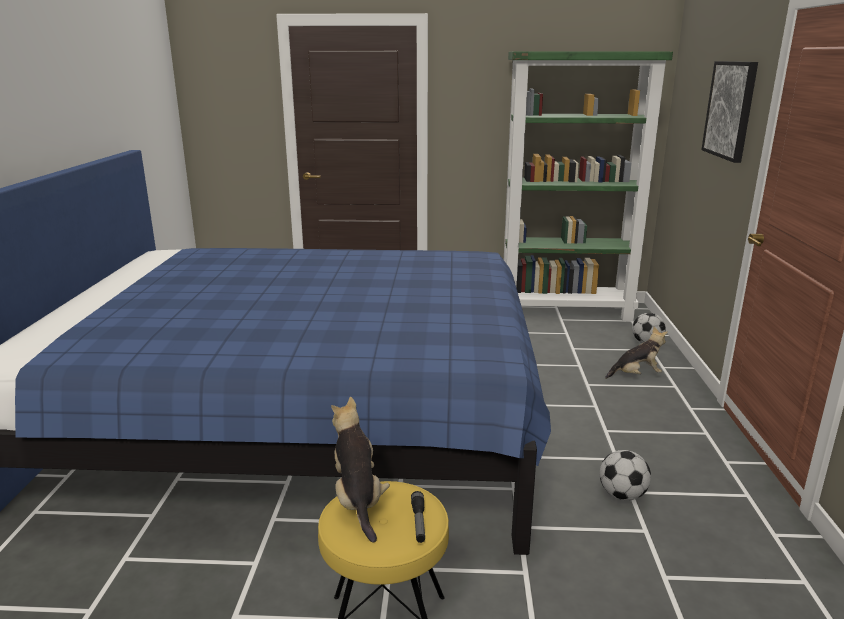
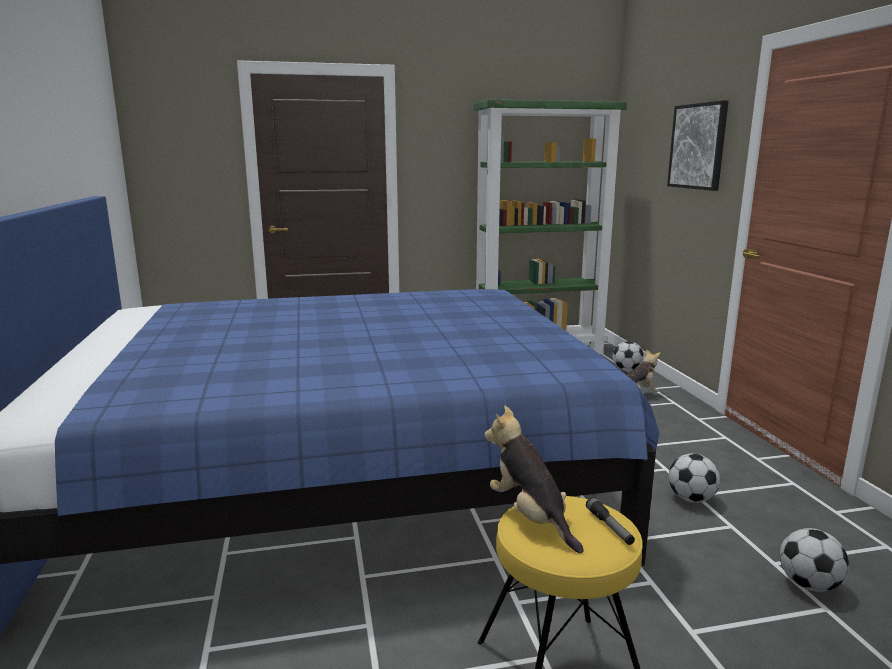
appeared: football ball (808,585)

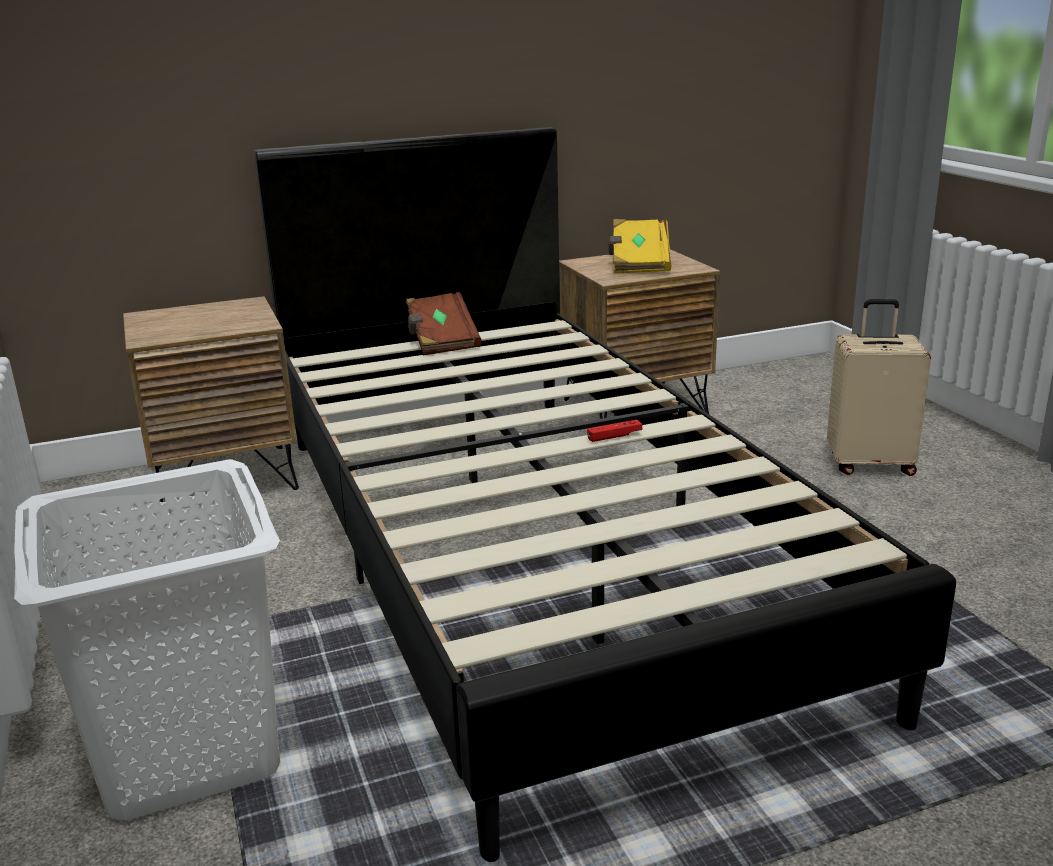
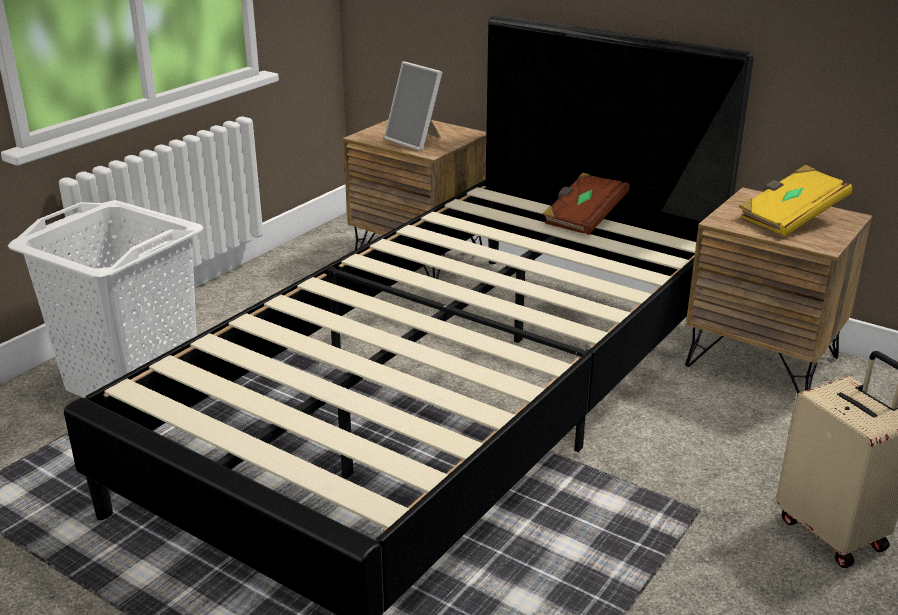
missing: red-coloured joypad (614,436)
appeared: photo frame (416,141)

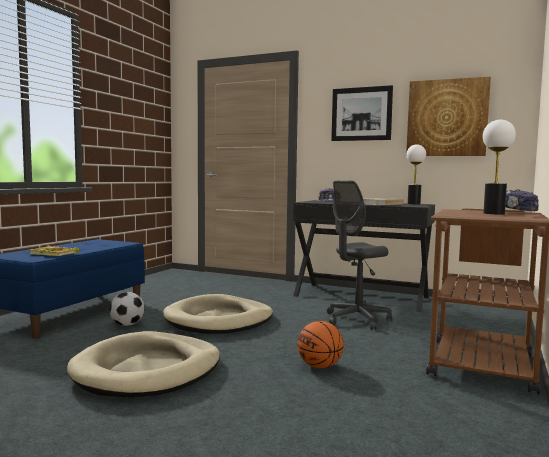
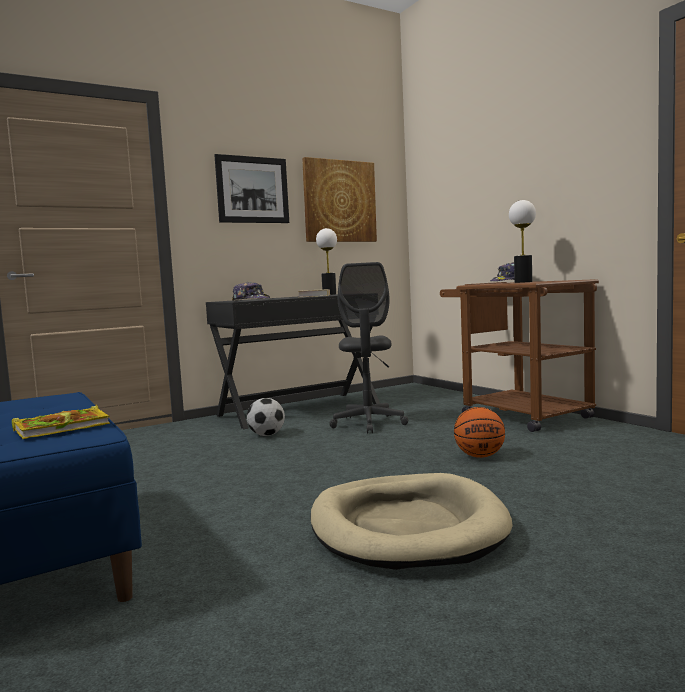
missing: sand-coloured pet bed (219,320)
relocated: football ball (127,324) to (267,435)

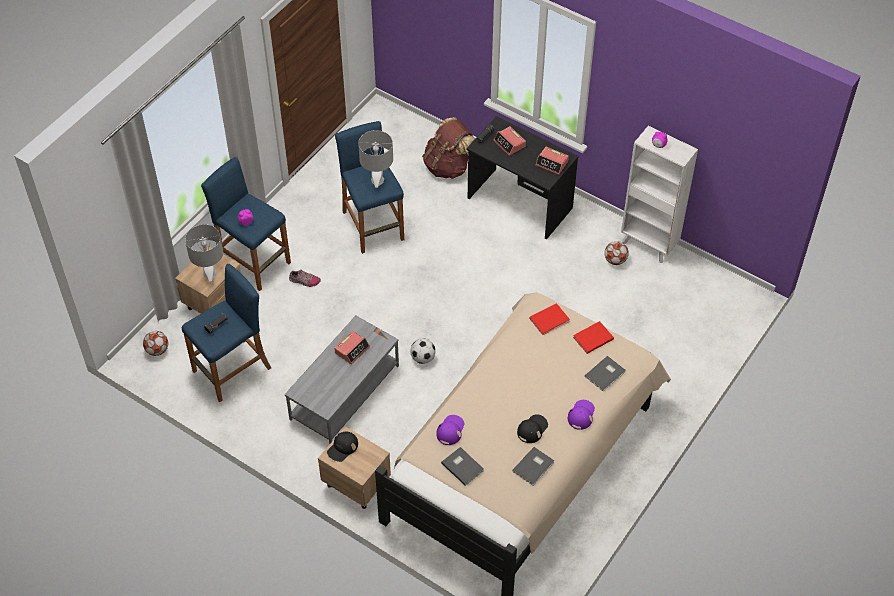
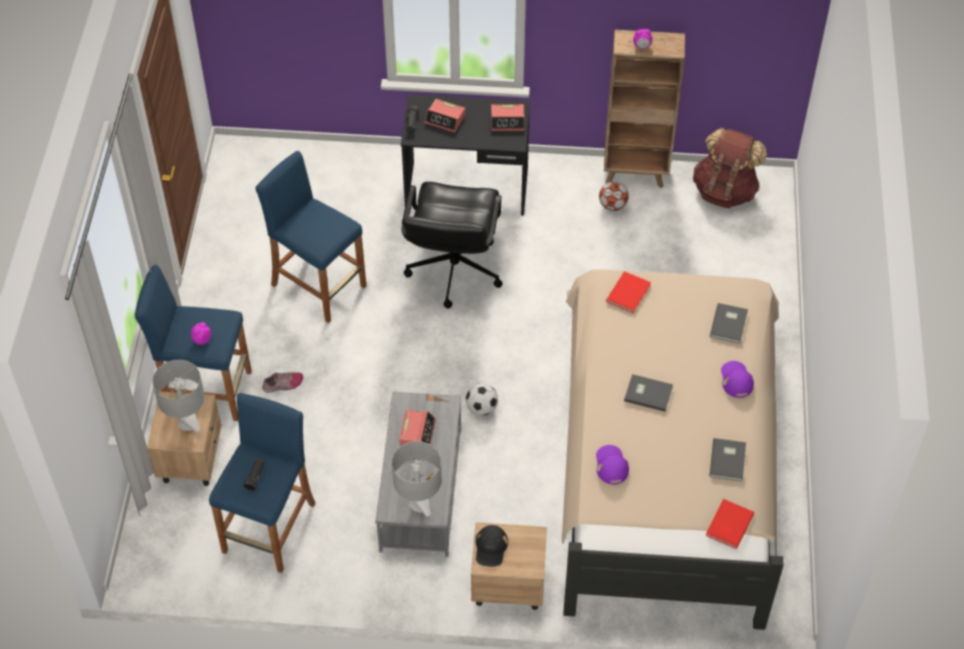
missing: football ball (157,350); blackish baseball cap (532,429)
appeared: blackish computer chair (453,270)
relocated: grey table lamp (377,180) to (418,504); brown-coloured rucksack (448,166) to (725,191); grey volume (462,466) to (648,393); red-coloured volume (592,338) to (728,525)
colour: white-coloured bookcase (649,245) to brown-coloured bookcase (636,173)

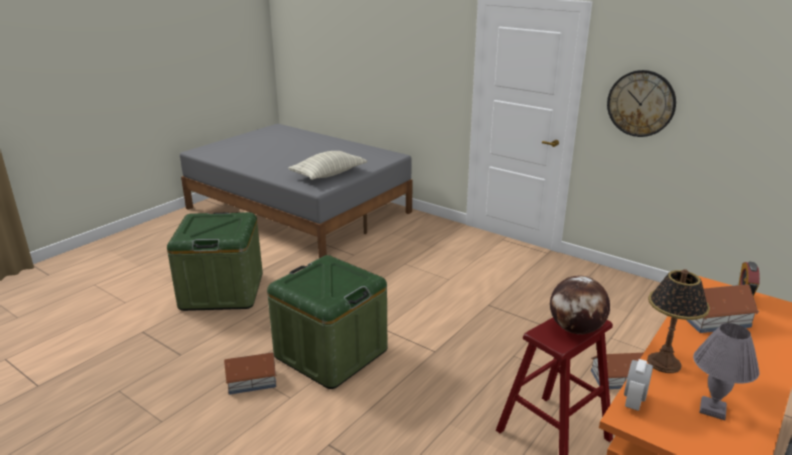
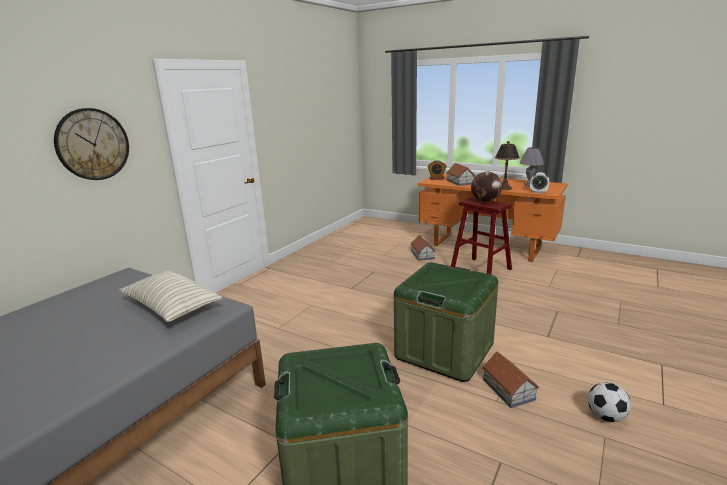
appeared: football ball (605,416)
relocated: clock on the wall (641,103) to (92,144)

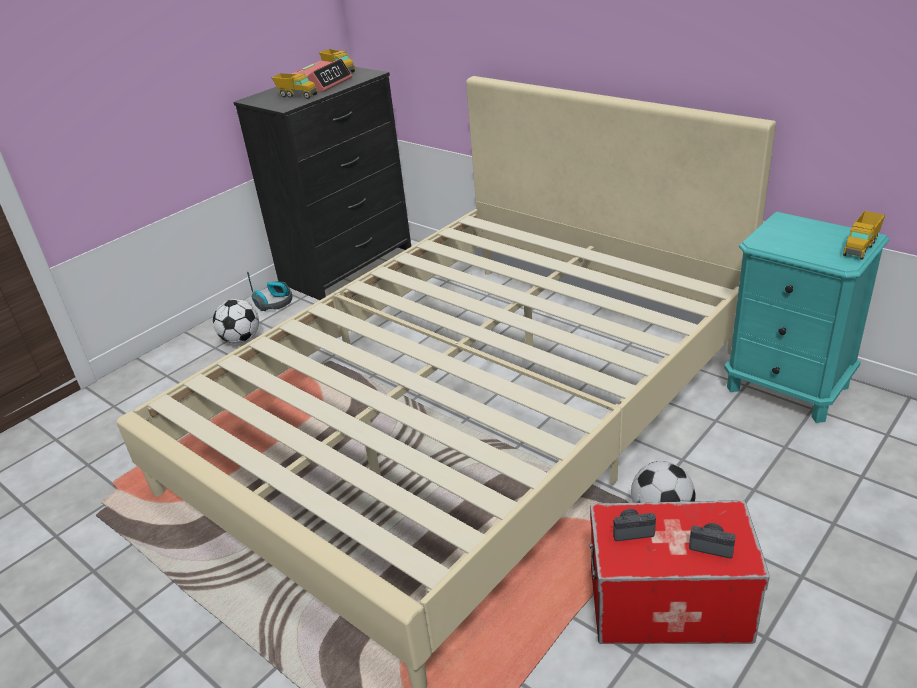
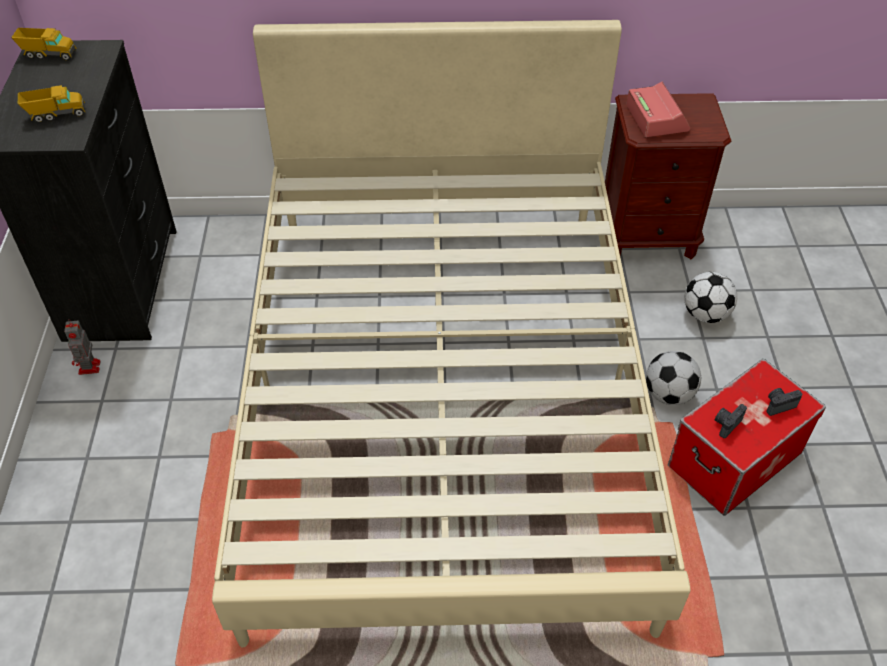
missing: model truck (860,247)
relocated: football ball (241,339) to (705,314); table clock (323,84) to (656,118)
exchanged: headset (275,302) to model robot (89,368)
colour: blue-green night table (787,387) to brown-coloured night table (647,237)

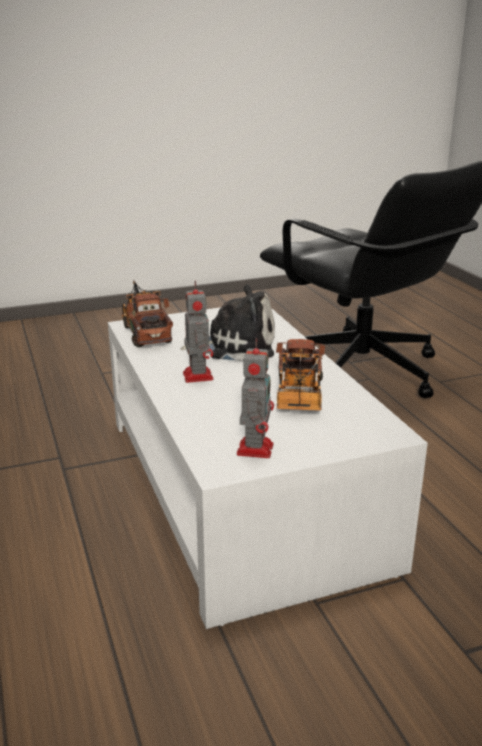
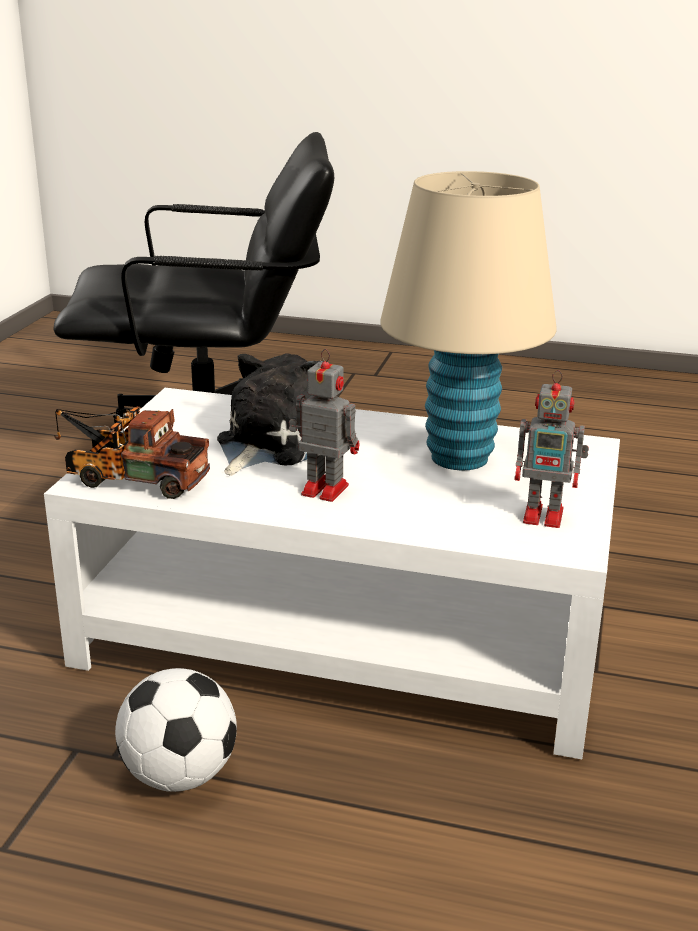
appeared: football ball (179,775)
exchanged: model truck (298,398) to sand-coloured table lamp (459,458)
spun: model robot (255,448) = (546,516) 150 degrees clockwise

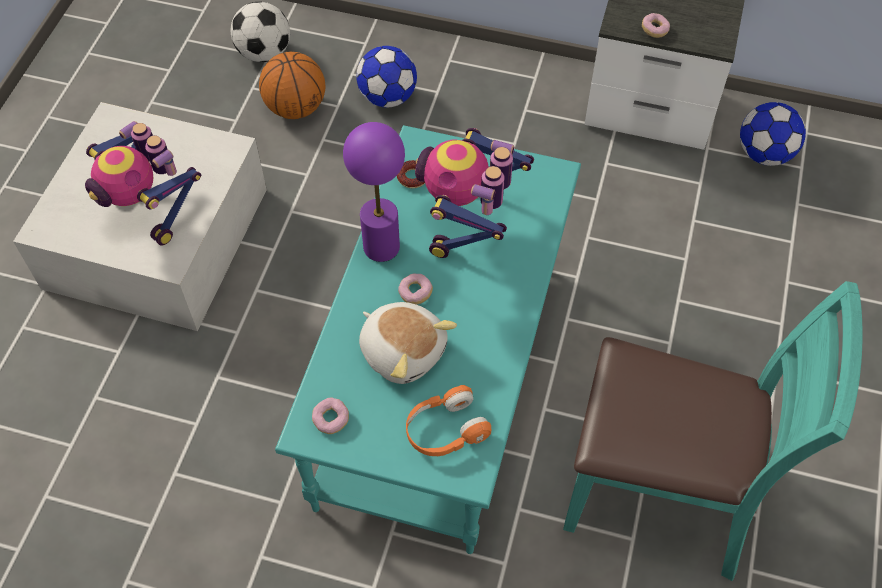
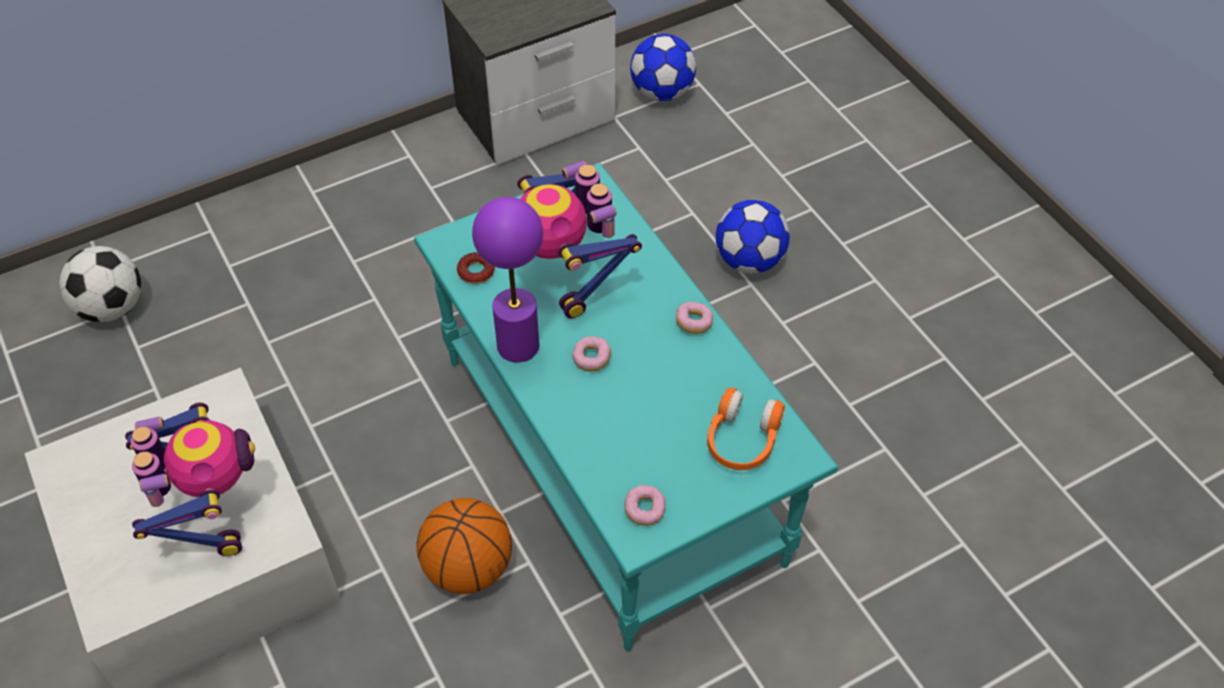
missing: cuddly toy (403,350); blue-green upright chair (662,492)
relocated: basketball ball (296,108) to (468,568); football ball (387,97) to (749,261); donut (654,30) to (694,323)
spun: model robot (149,210) = (208,508) 105 degrees counterclockwise

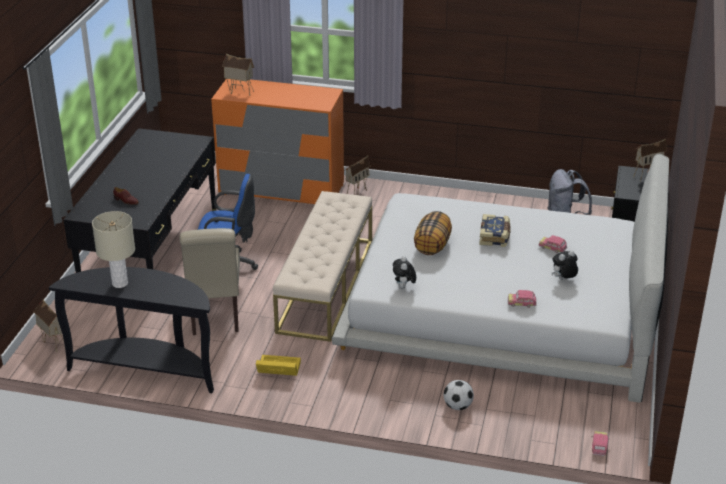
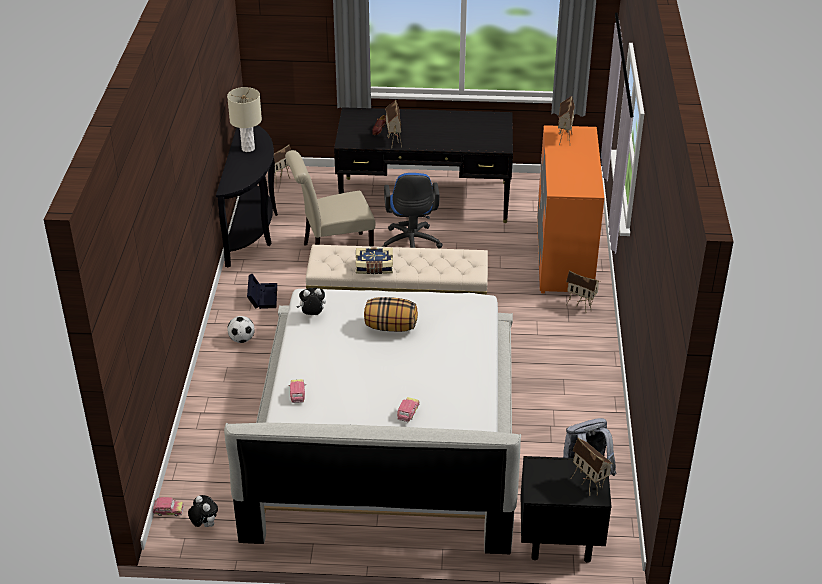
appeared: toy house (393,141)
relocated: football ball (458,406) to (242,339); volume (495,236) to (374,267); cuddly toy (563,280) to (204,524)
colour: yellowish storage container (277,369) to blackish storage container (262,296)

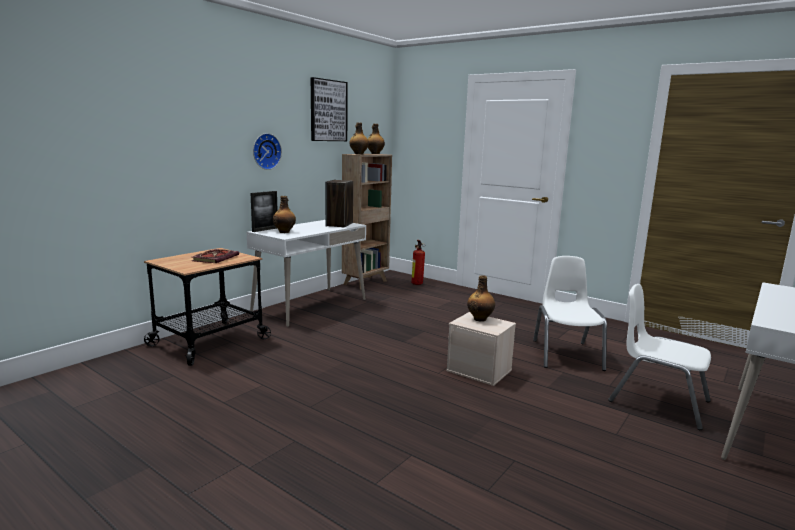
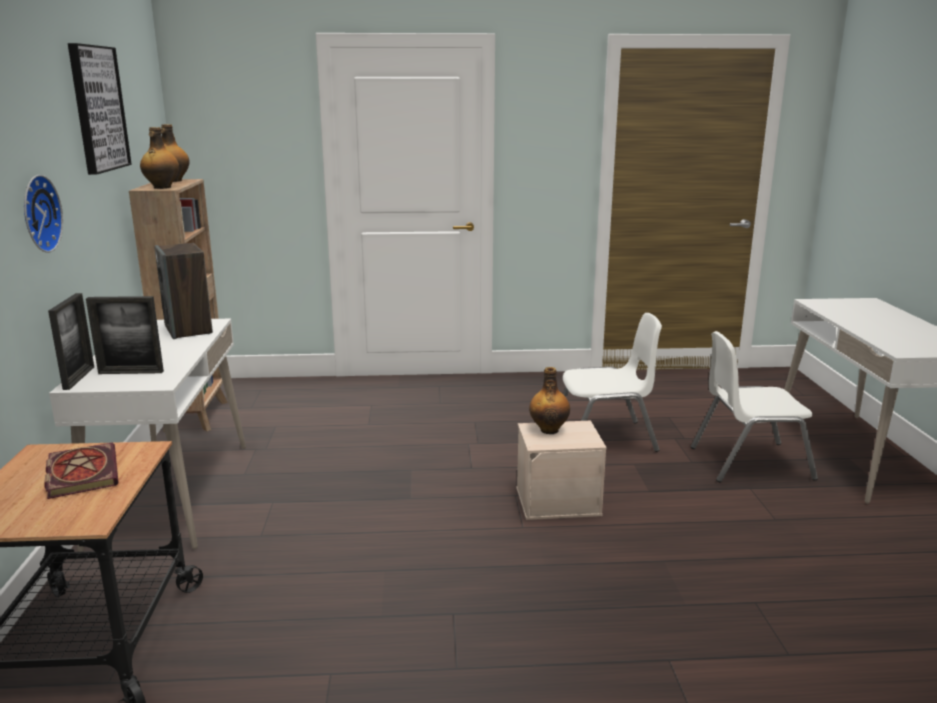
missing: fire extinguisher (416,284)
exchanged: beverage bottle (284,232) to photo frame (131,372)
spun: white-coloured upright chair (566,355) = (604,438) 120 degrees clockwise

